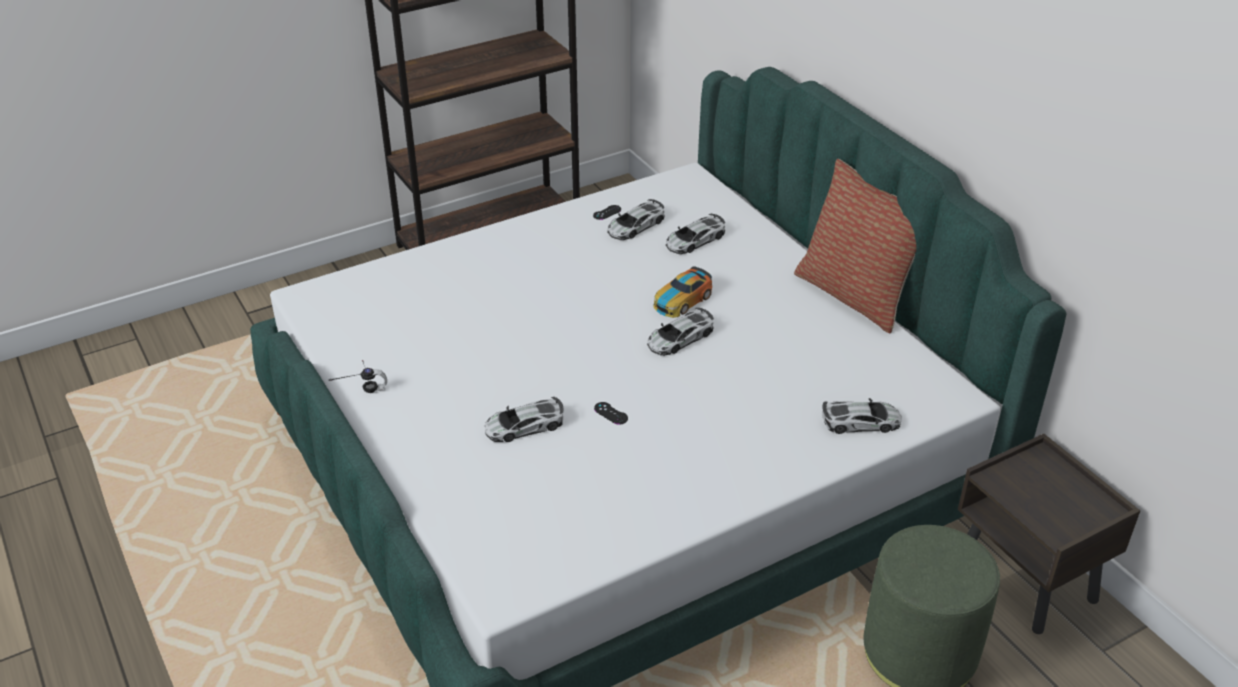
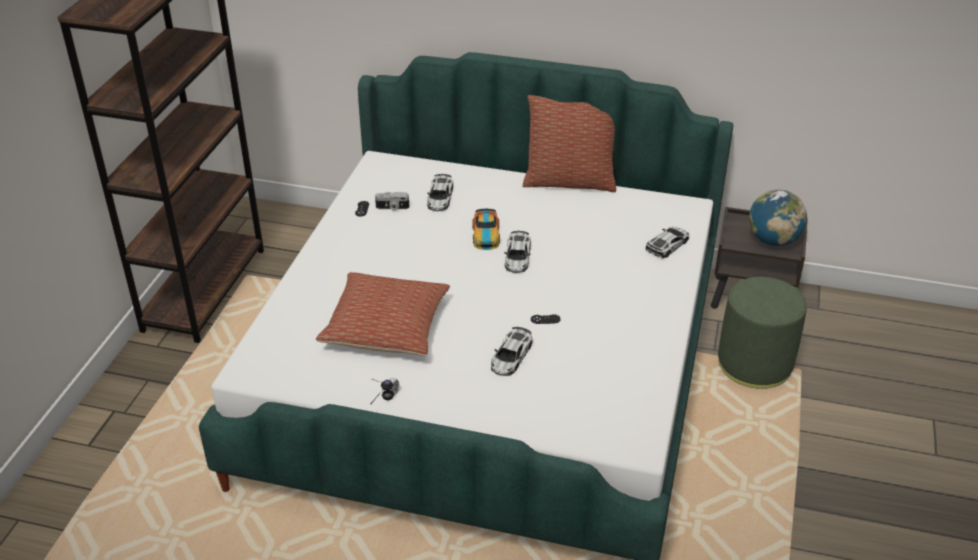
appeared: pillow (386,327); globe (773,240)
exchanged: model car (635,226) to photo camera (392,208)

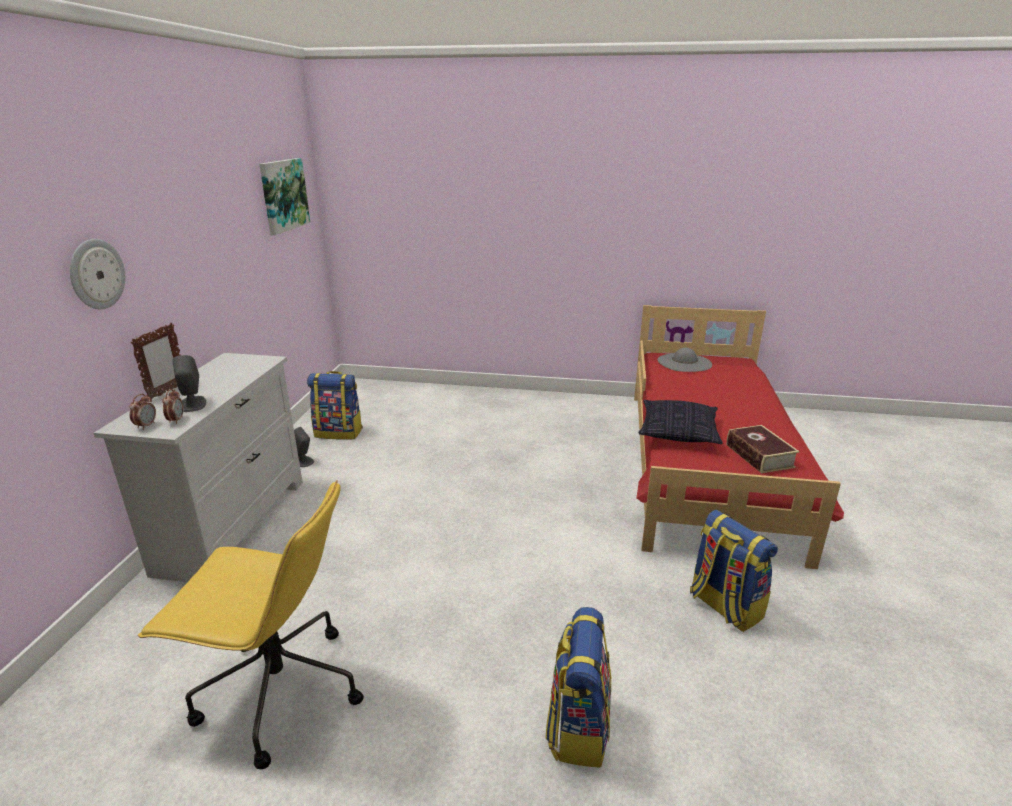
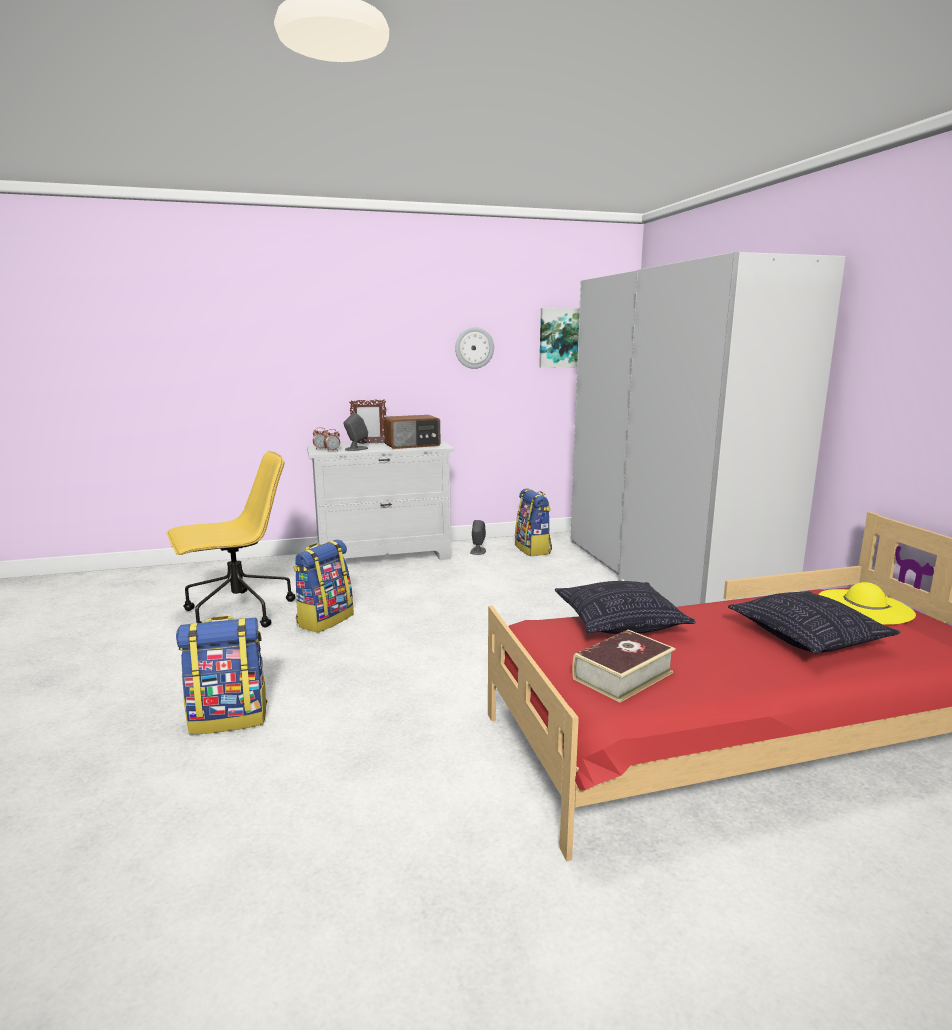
appeared: radio set (412,445); white-coloured clothes cupboard (663,578); pillow (808,638)
relocated: clock on the wall (96,274) to (474,348); rucksack (724,606) to (325,620)
colour: grey clothing hat (684,362) to yellowish clothing hat (864,607)
spun: yellowish computer chair (277,692) = (237,612) 105 degrees counterclockwise

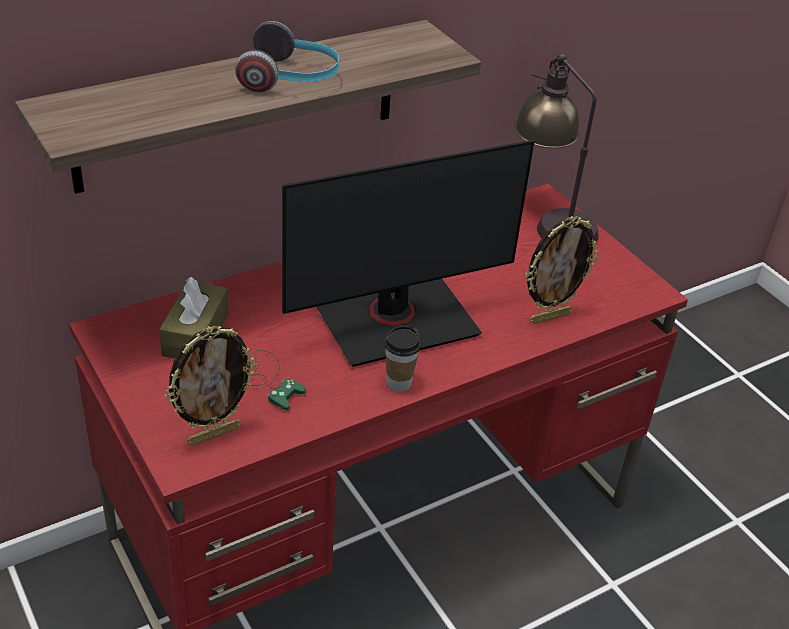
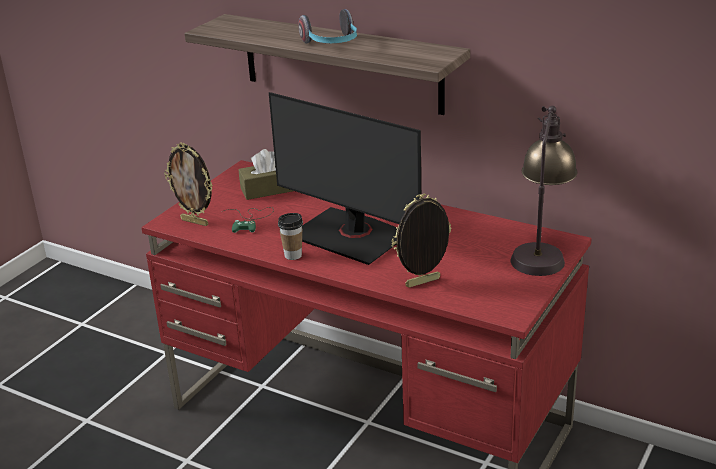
spun: photo frame (549,317) = (423,283) 120 degrees clockwise

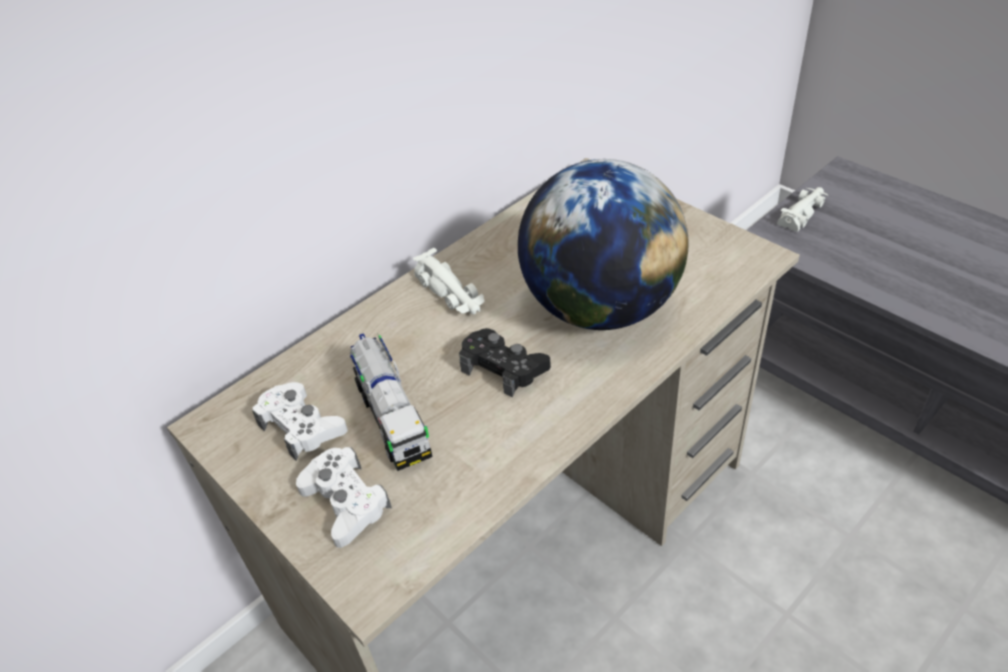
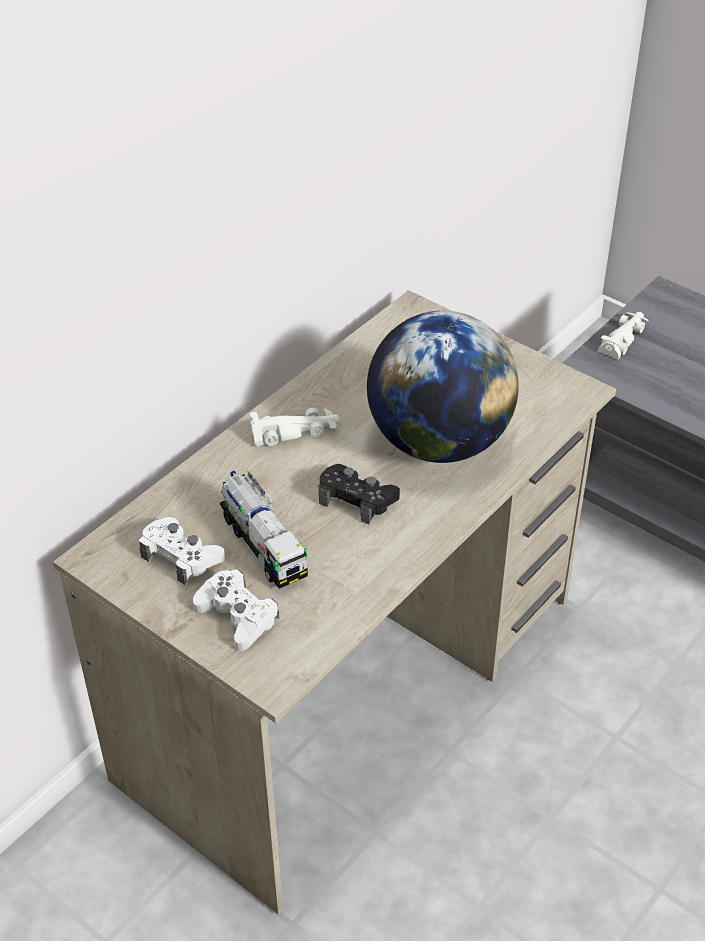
spun: white-coloured model car (451,293) = (296,431) 60 degrees counterclockwise

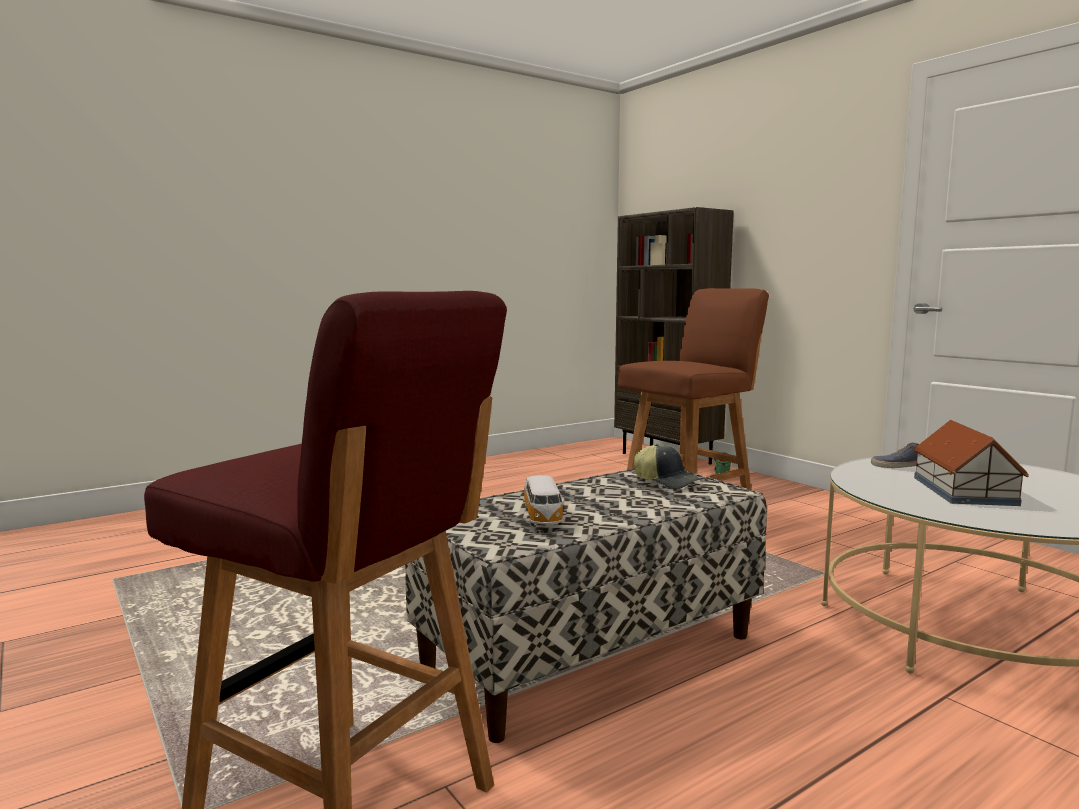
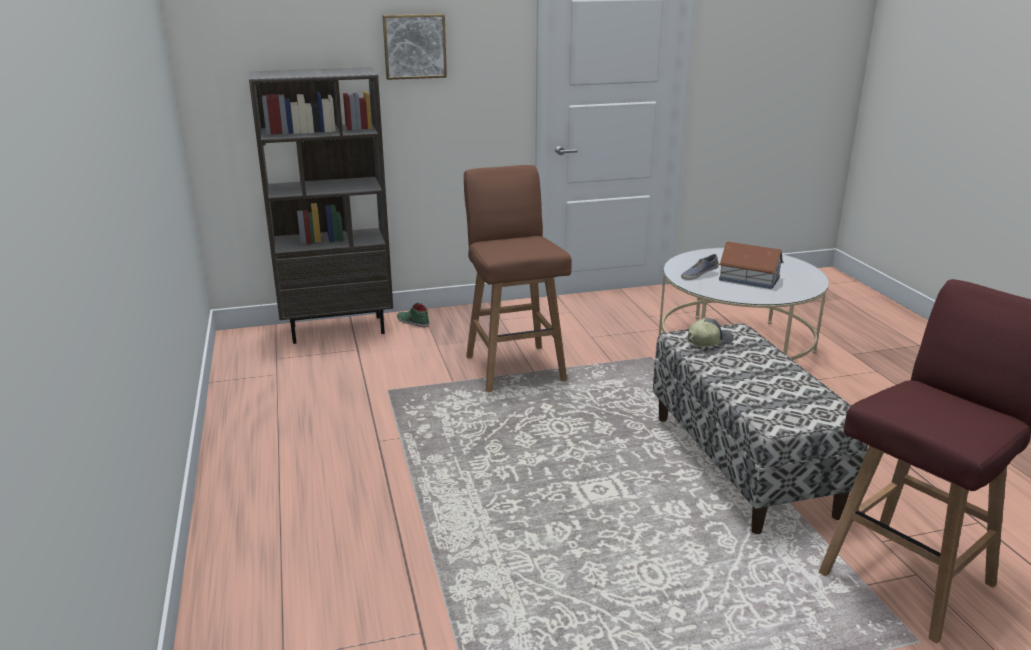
missing: model car (543,518)
appeared: picture (414,46)

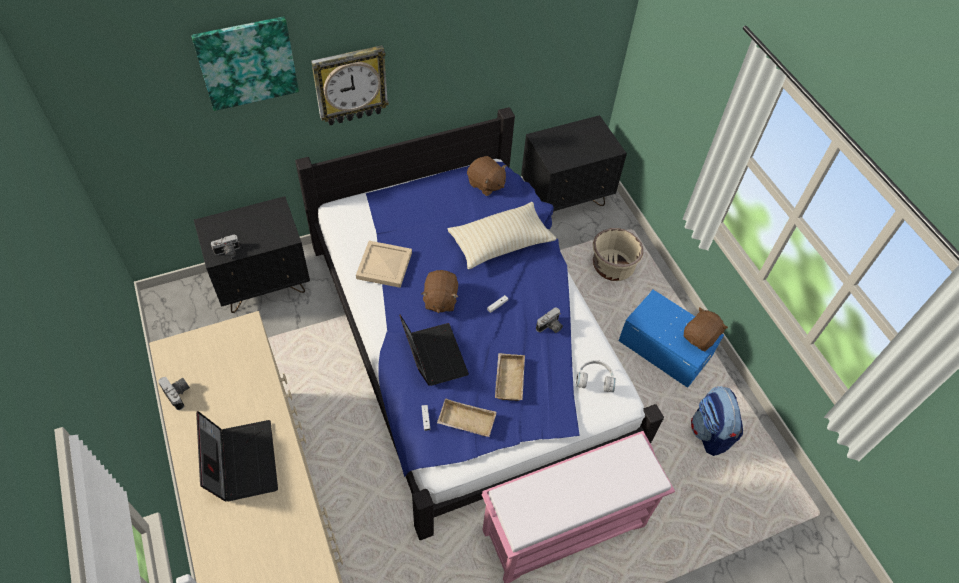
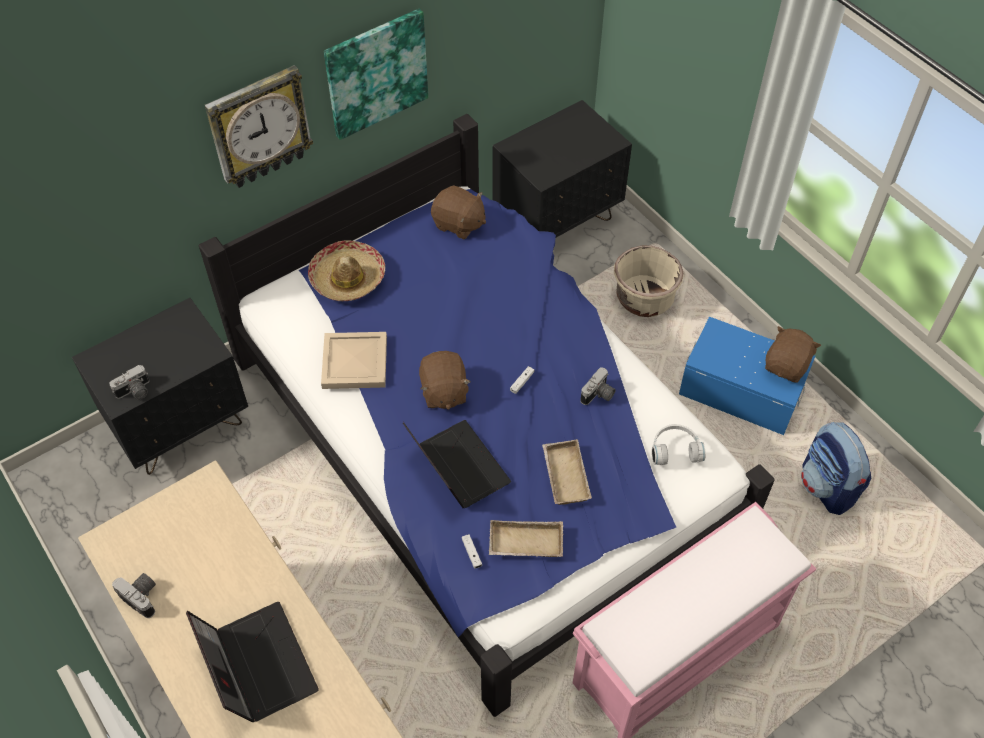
missing: sand-coloured pillow (500,243)
appeared: clothing hat (347,278)
relocated: picture (247,62) to (376,73)

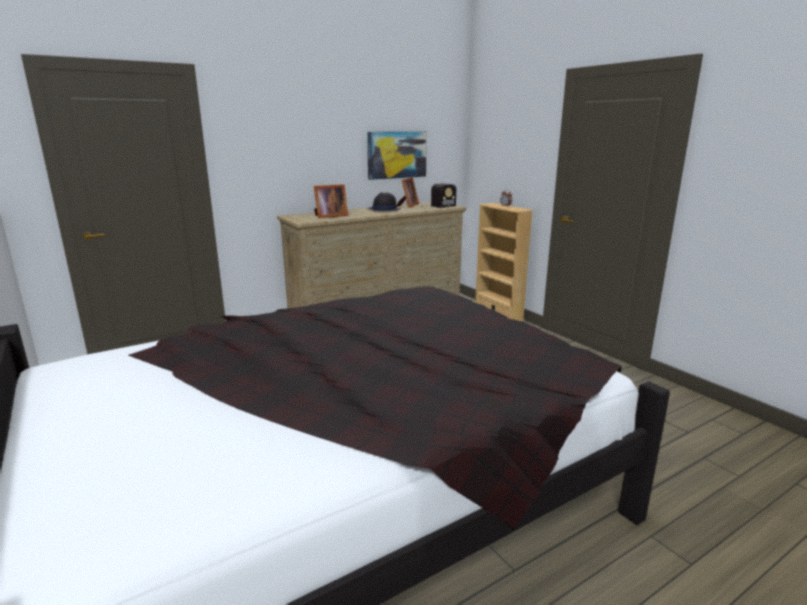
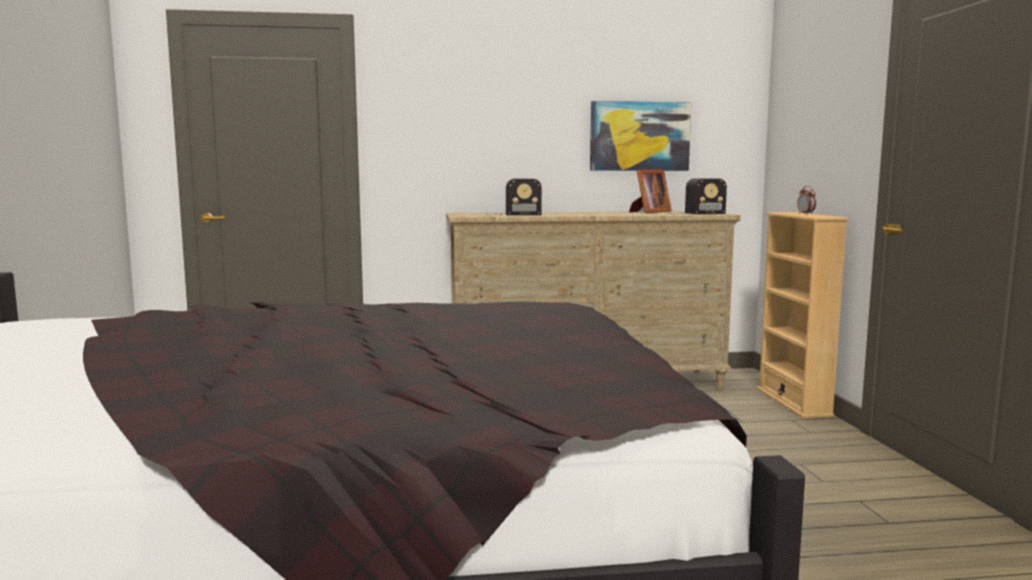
missing: blackish clothing hat (384,209)
exchanged: photo frame (329,216) to radio set (510,214)

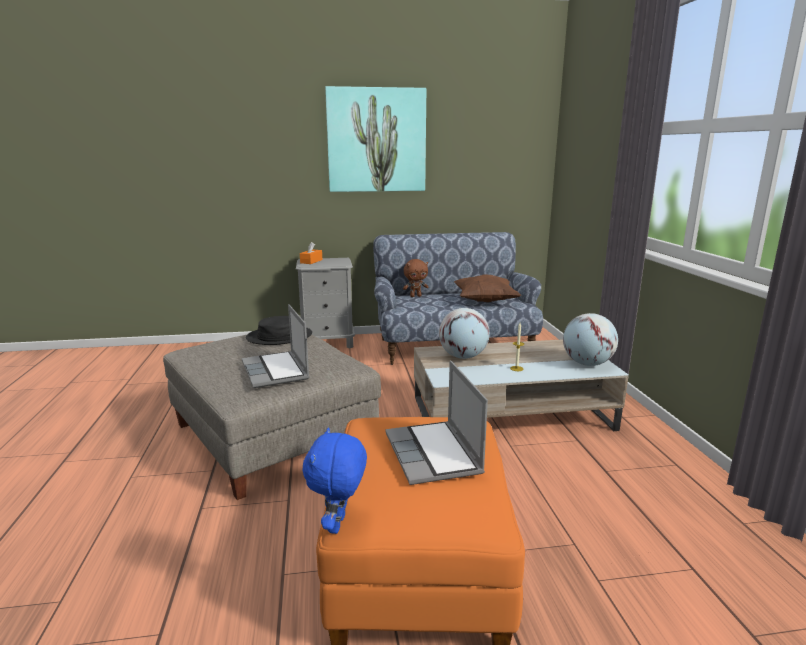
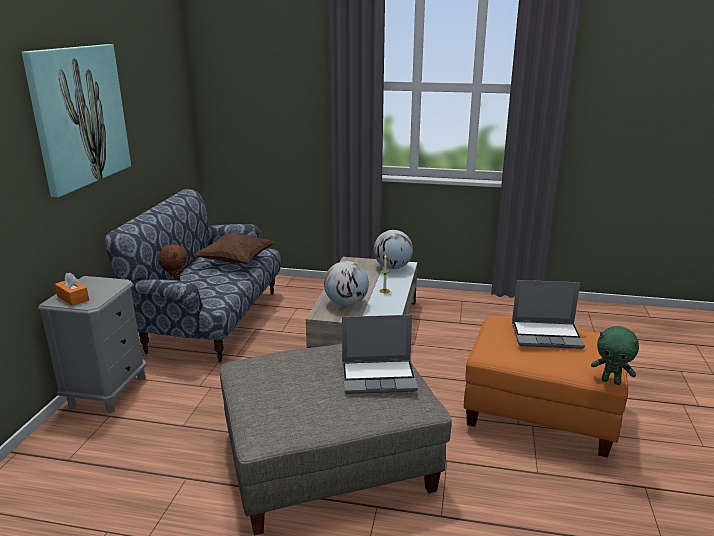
missing: blackish clothing hat (279,336)
colour: blue cuddly toy (338,525) to green cuddly toy (611,381)

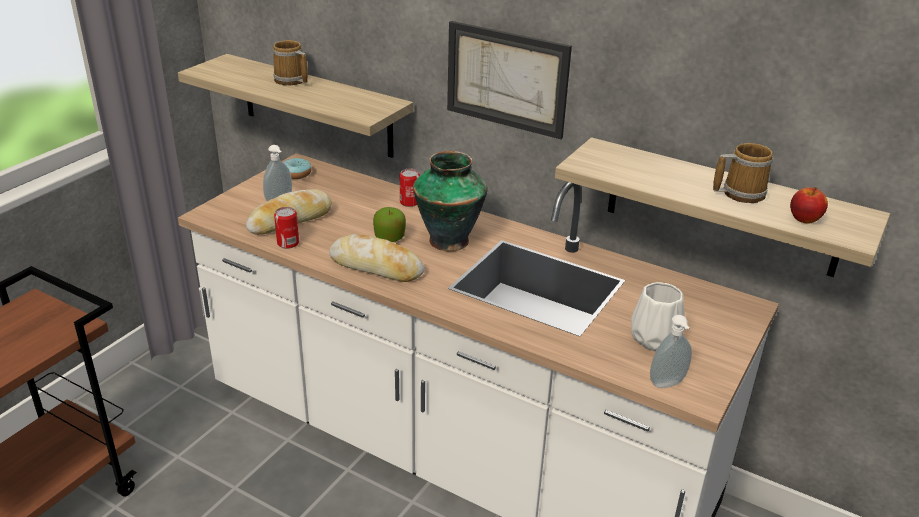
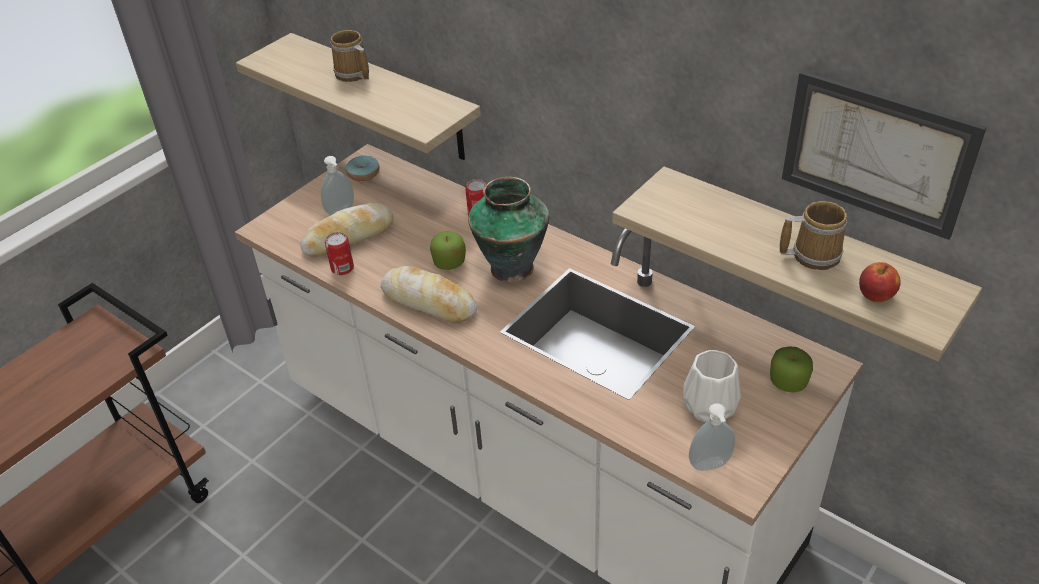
appeared: apple (788,381)
relocated: picture (506,79) to (876,153)

